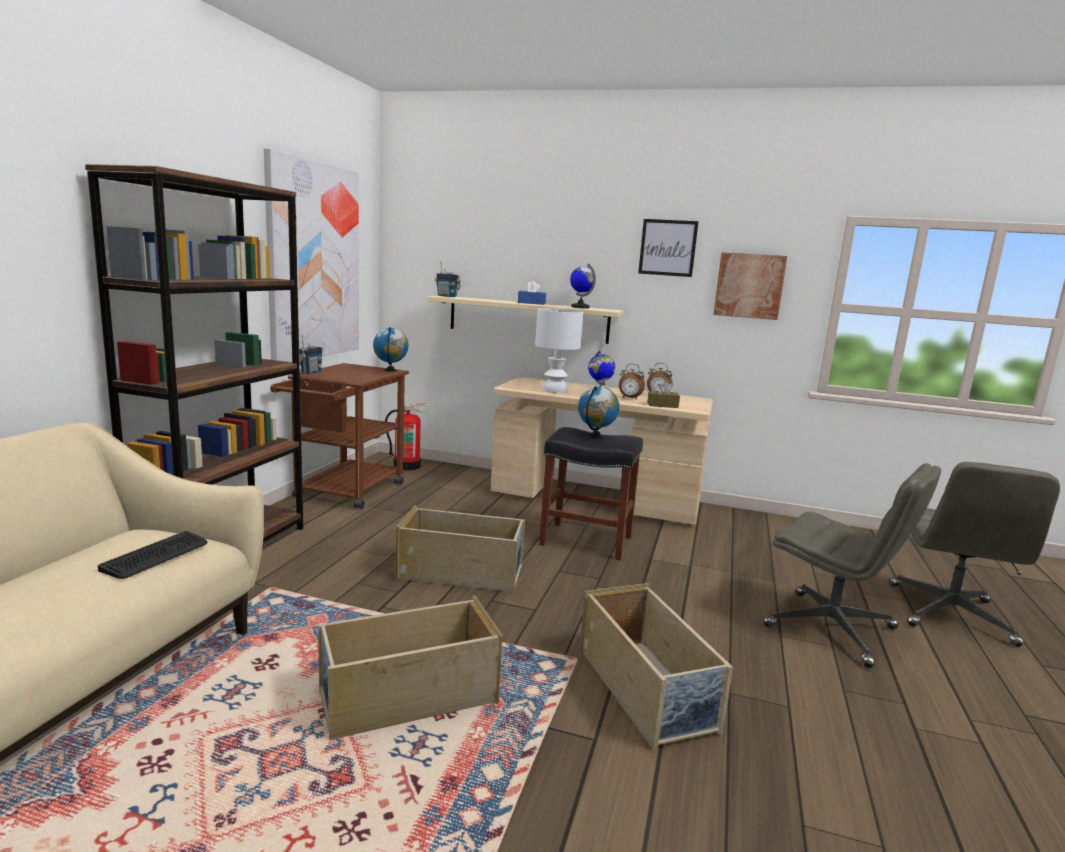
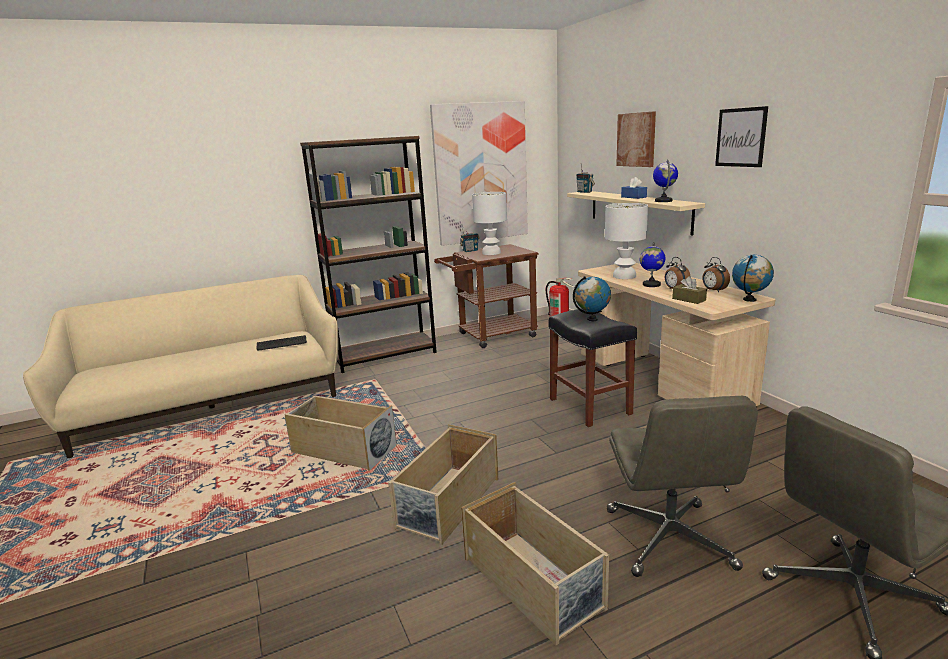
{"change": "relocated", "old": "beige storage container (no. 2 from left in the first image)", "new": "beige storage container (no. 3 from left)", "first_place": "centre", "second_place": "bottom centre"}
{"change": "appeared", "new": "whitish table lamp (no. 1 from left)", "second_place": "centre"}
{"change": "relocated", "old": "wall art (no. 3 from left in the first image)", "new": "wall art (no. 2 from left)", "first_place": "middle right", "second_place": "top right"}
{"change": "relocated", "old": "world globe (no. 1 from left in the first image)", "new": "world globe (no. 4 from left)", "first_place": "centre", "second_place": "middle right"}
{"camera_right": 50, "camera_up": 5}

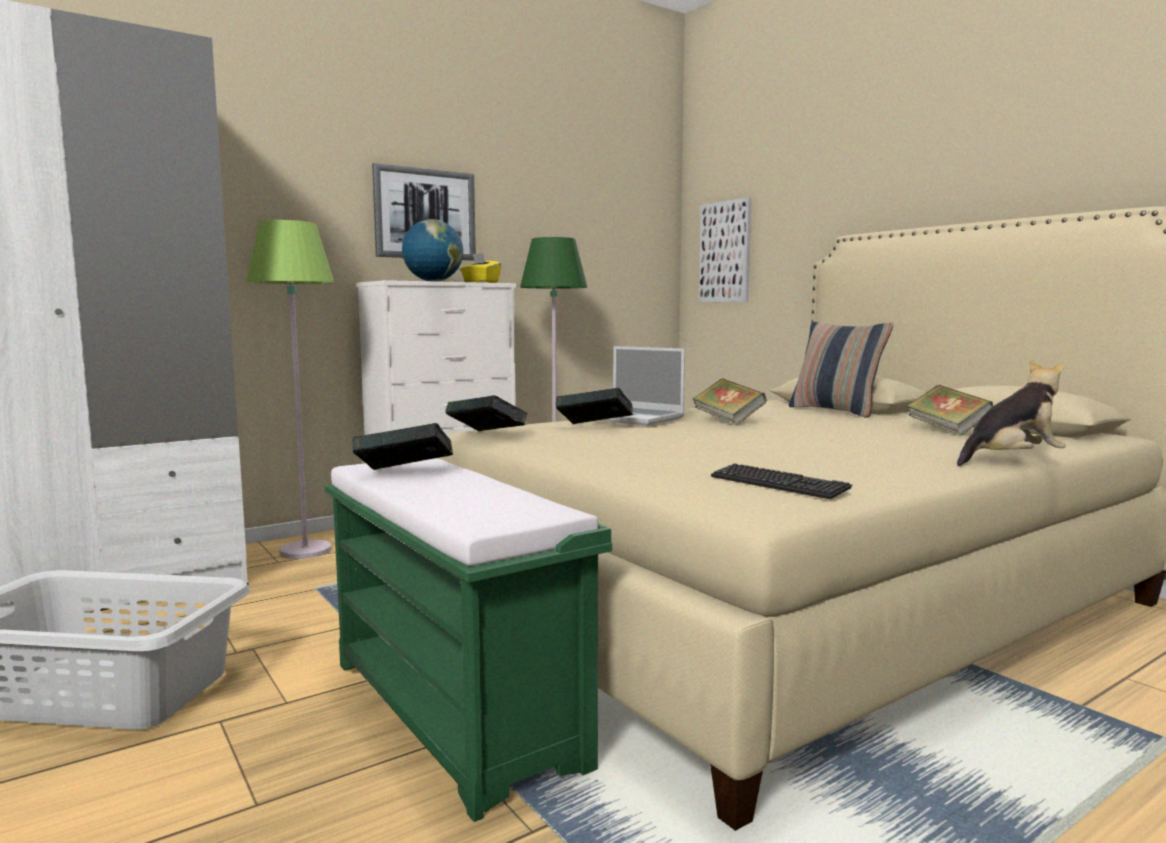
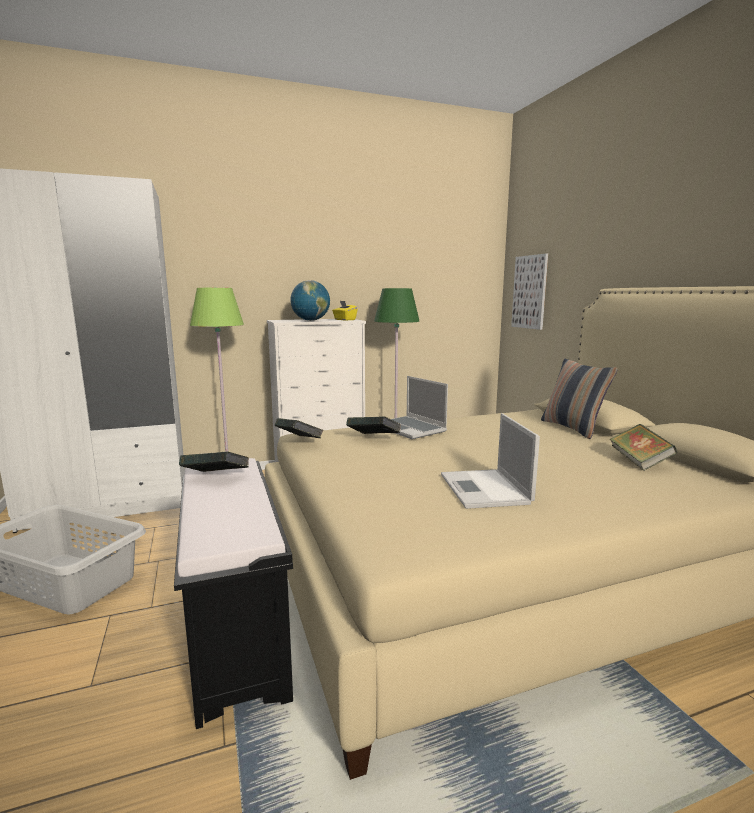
{"change": "colour", "old": "greenish indoor bench", "new": "blackish indoor bench", "first_place": "bottom centre", "second_place": "bottom left"}
{"change": "appeared", "new": "notebook computer (no. 2 from left)", "second_place": "centre"}
{"change": "missing", "old": "wall art (no. 1 from left)", "first_place": "top centre"}
{"change": "missing", "old": "volume (no. 4 from left)", "first_place": "centre"}
{"change": "missing", "old": "keyboard", "first_place": "middle right"}
{"change": "missing", "old": "cuddly toy", "first_place": "middle right"}
{"camera_right": 15, "camera_up": 5}

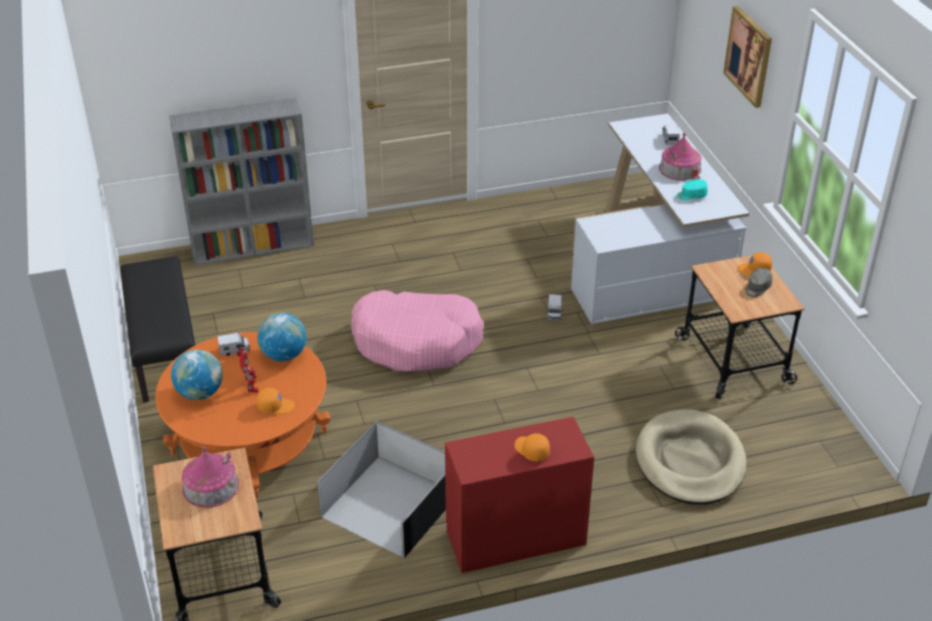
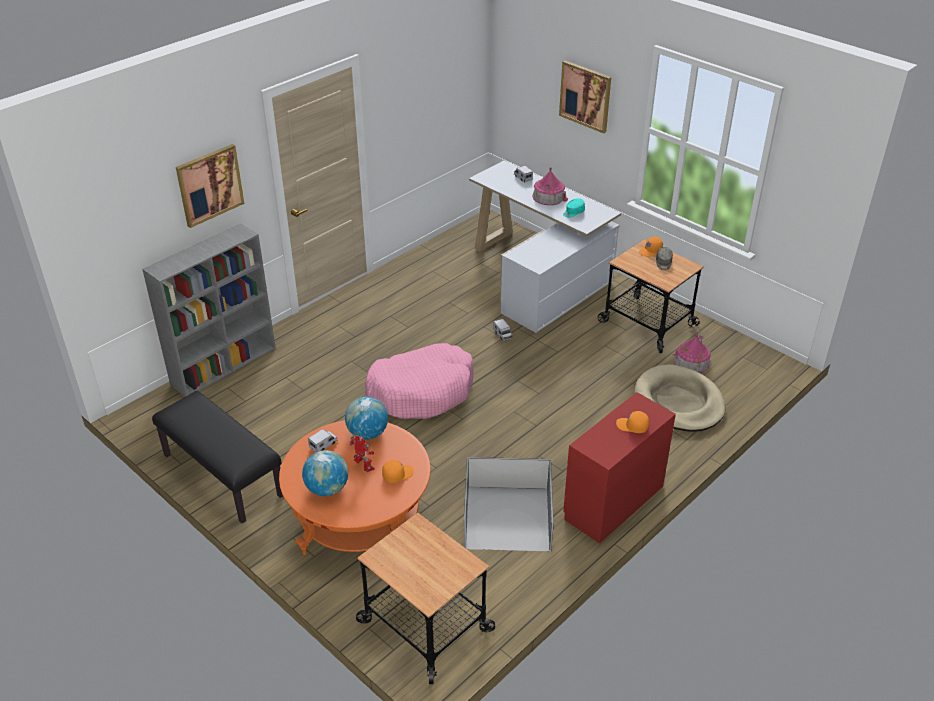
{"change": "appeared", "new": "wall art (no. 1 from left)", "second_place": "top left"}
{"change": "relocated", "old": "toy house (no. 1 from left in the first image)", "new": "toy house (no. 2 from left)", "first_place": "bottom left", "second_place": "middle right"}
{"camera_right": -30, "camera_up": 0}

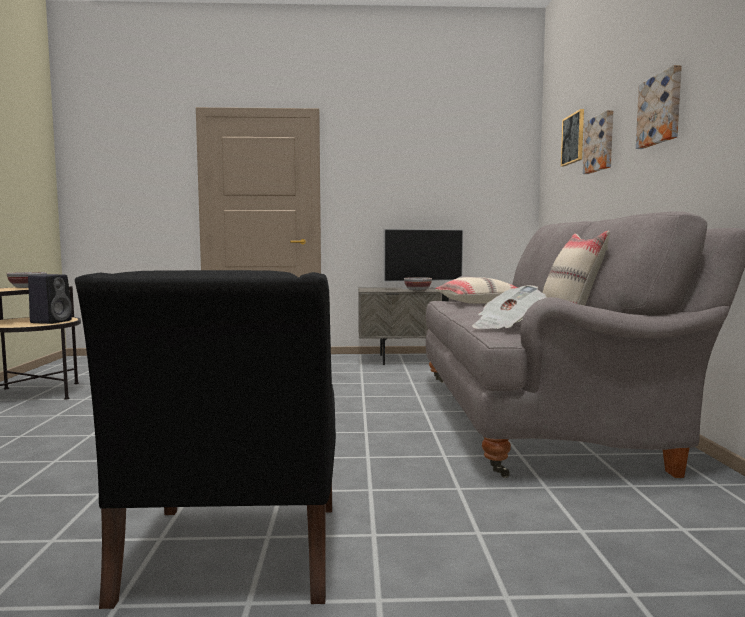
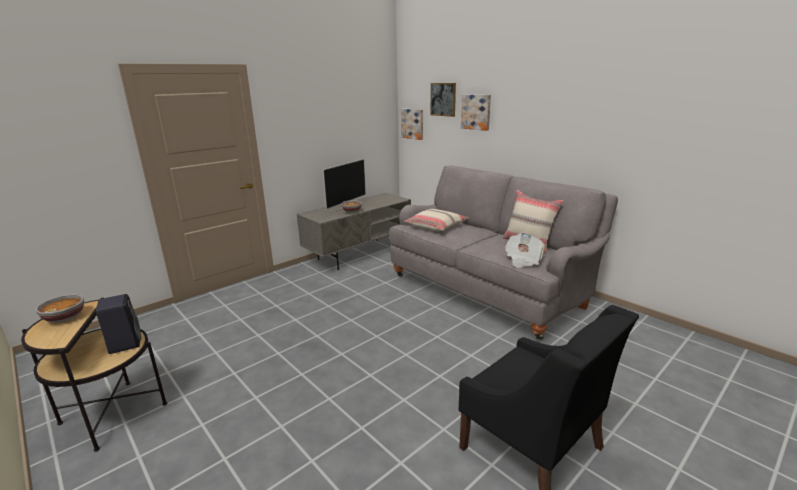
{"change": "relocated", "old": "wall art (no. 3 from left in the first image)", "new": "wall art (no. 1 from left)", "first_place": "top right", "second_place": "top centre"}
{"camera_right": -40, "camera_up": 15}

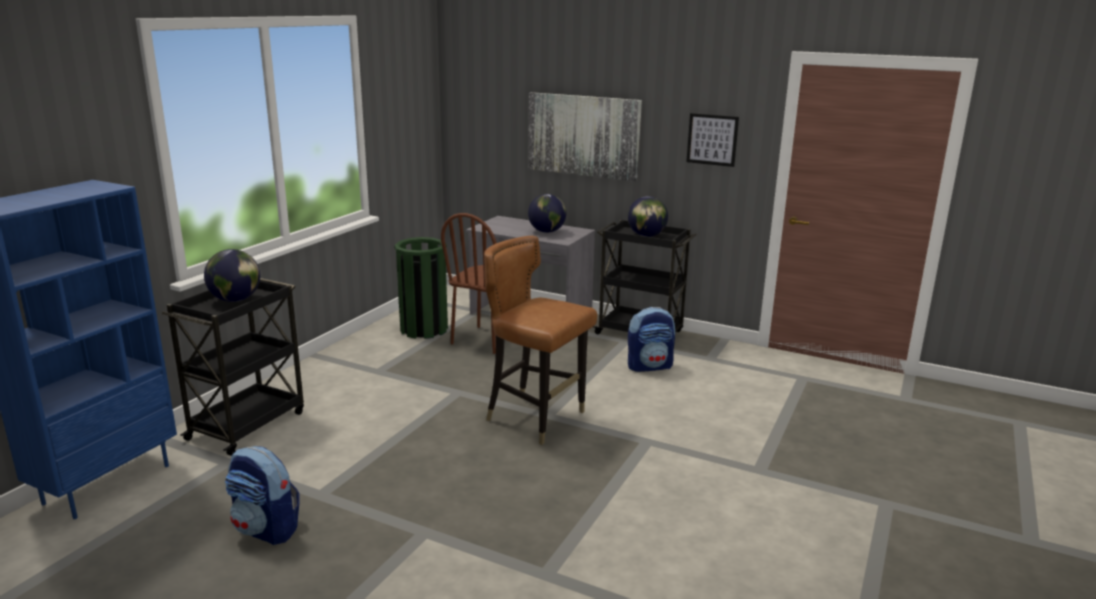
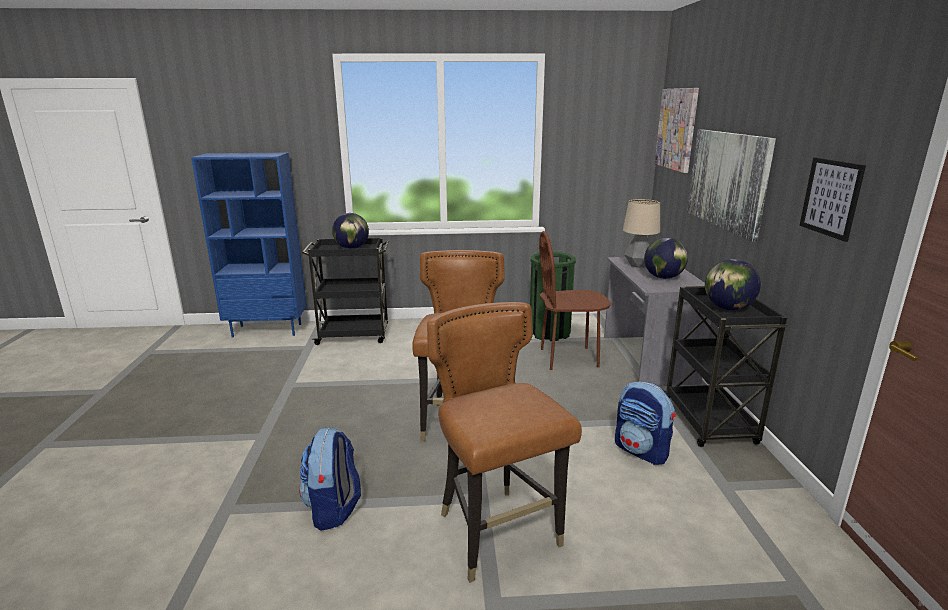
{"change": "relocated", "old": "rucksack (no. 1 from left)", "first_place": "bottom left", "second_place": "bottom centre"}
{"change": "appeared", "new": "brownish plain chair (no. 2 from left)", "second_place": "bottom centre"}
{"change": "appeared", "new": "table lamp", "second_place": "middle right"}
{"change": "appeared", "new": "wall art (no. 1 from left)", "second_place": "top right"}
{"camera_right": 60, "camera_up": 0}

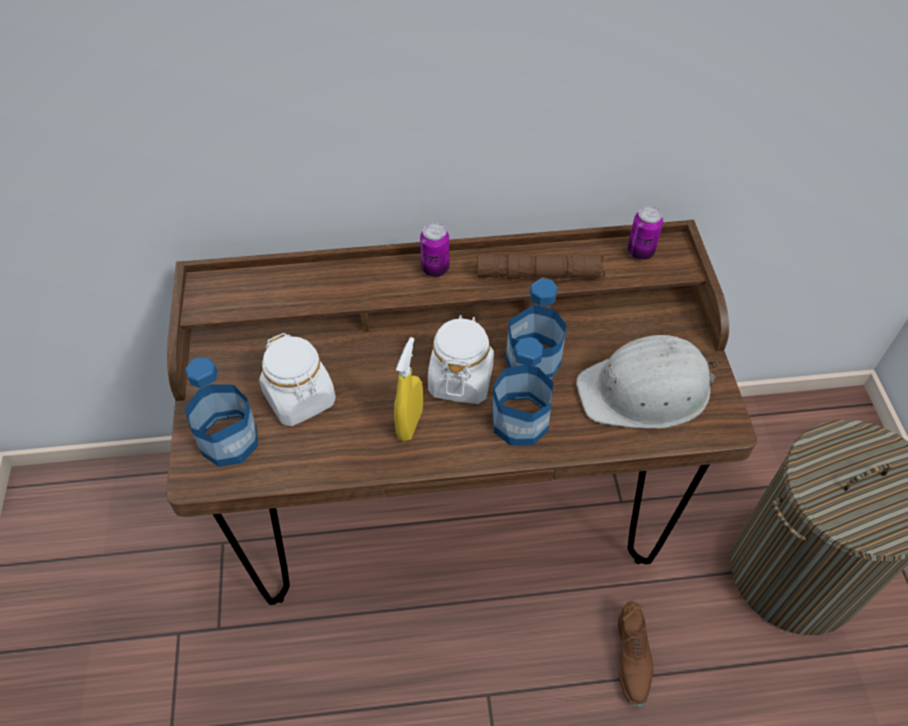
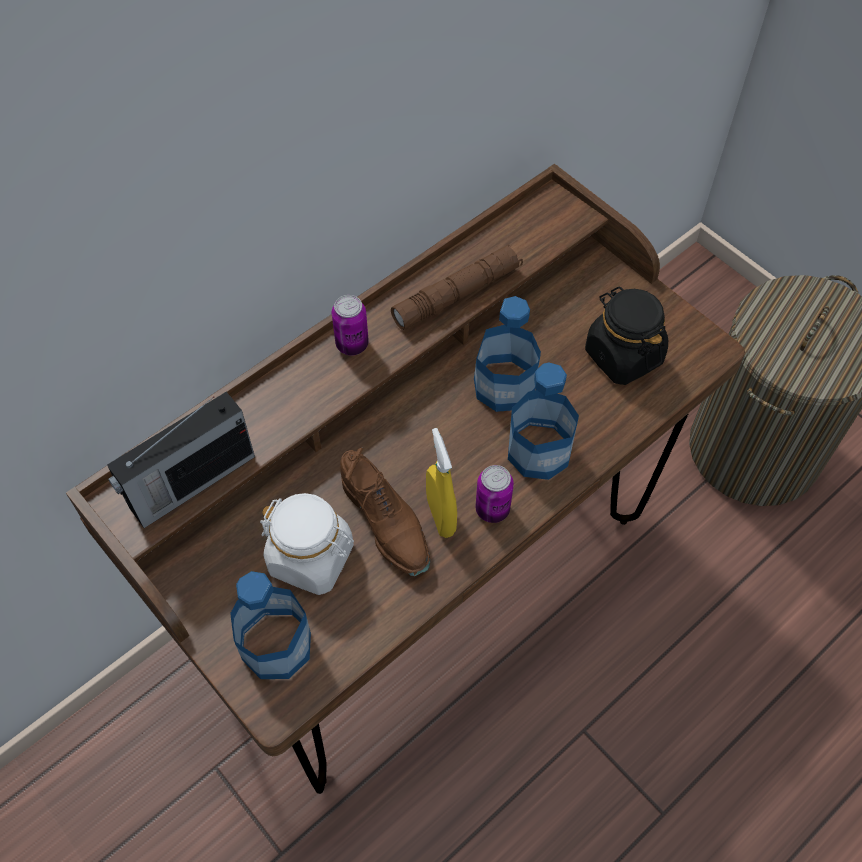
{"change": "appeared", "new": "radio receiver", "second_place": "middle left"}
{"change": "relocated", "old": "brownish shoe", "first_place": "bottom right", "second_place": "centre"}
{"change": "relocated", "old": "can (no. 2 from left)", "first_place": "top right", "second_place": "centre"}
{"change": "exchanged", "old": "whitish safety helmet", "new": "blackish jar", "first_place": "middle right", "second_place": "middle right"}
{"change": "missing", "old": "whitish jar (no. 2 from left)", "first_place": "centre"}
{"camera_right": -35, "camera_up": 5}

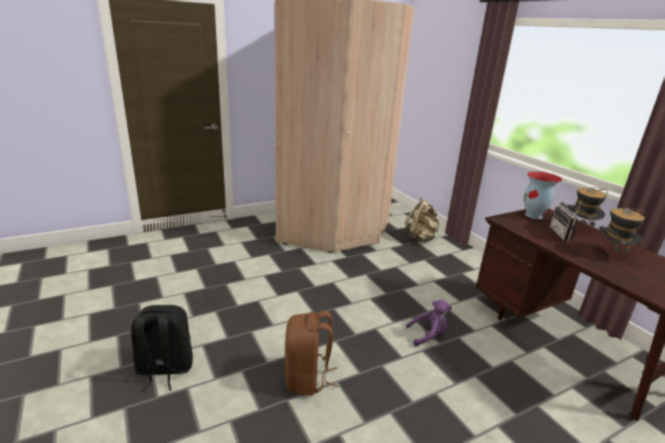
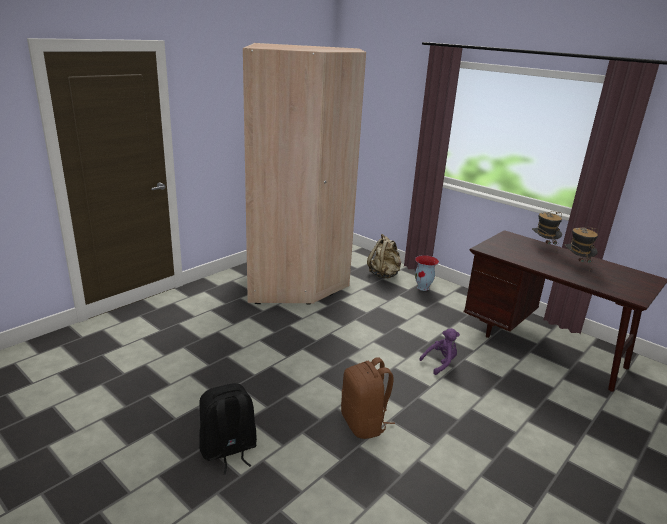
{"change": "relocated", "old": "vase", "first_place": "middle right", "second_place": "centre"}
{"change": "missing", "old": "radio receiver", "first_place": "middle right"}
{"camera_right": -20, "camera_up": 0}

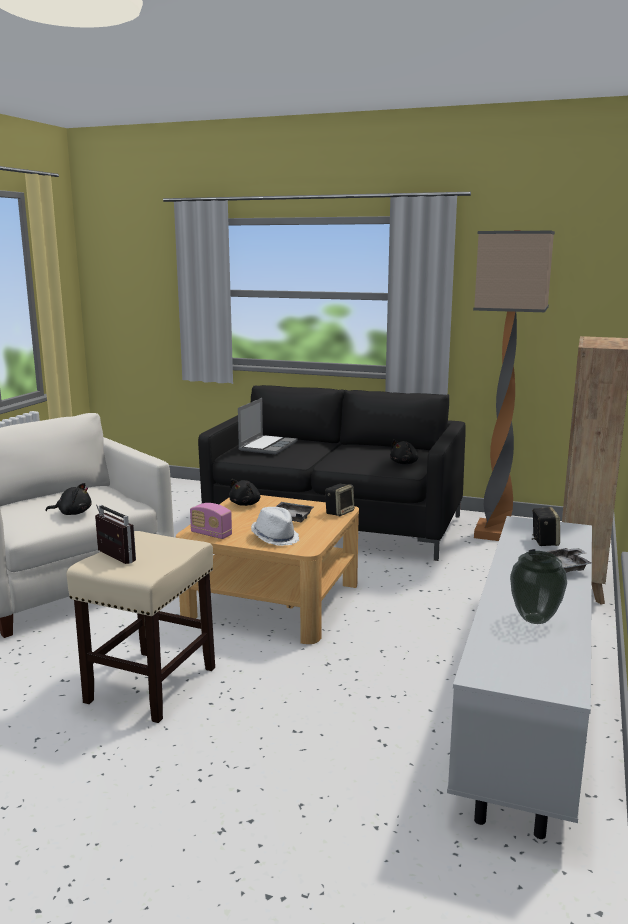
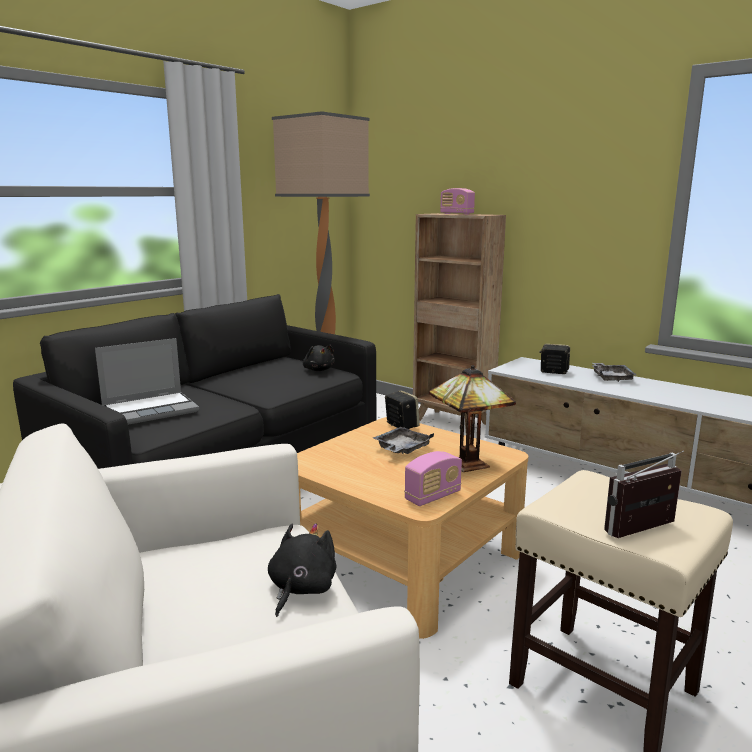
{"change": "spun", "old": "notebook computer", "first_place": "centre", "second_place": "middle left", "degrees": 105}
{"change": "exchanged", "old": "whitish clothing hat", "new": "table lamp", "first_place": "centre", "second_place": "centre"}
{"change": "appeared", "new": "radio receiver (no. 2 from left)", "second_place": "top centre"}
{"change": "missing", "old": "blackish cuddly toy (no. 2 from left)", "first_place": "centre"}
{"change": "missing", "old": "vase", "first_place": "middle right"}
{"camera_right": -70, "camera_up": 0}

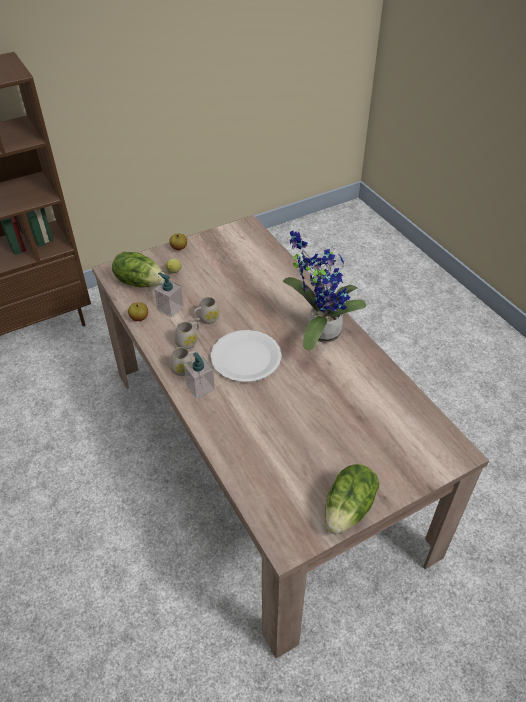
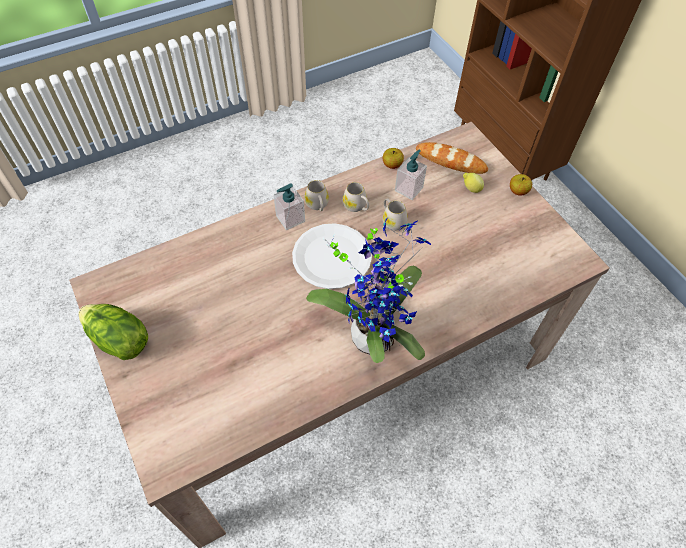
{"change": "exchanged", "old": "lettuce (no. 1 from left)", "new": "baked bread", "first_place": "middle left", "second_place": "top centre"}
{"camera_right": 90, "camera_up": 10}

